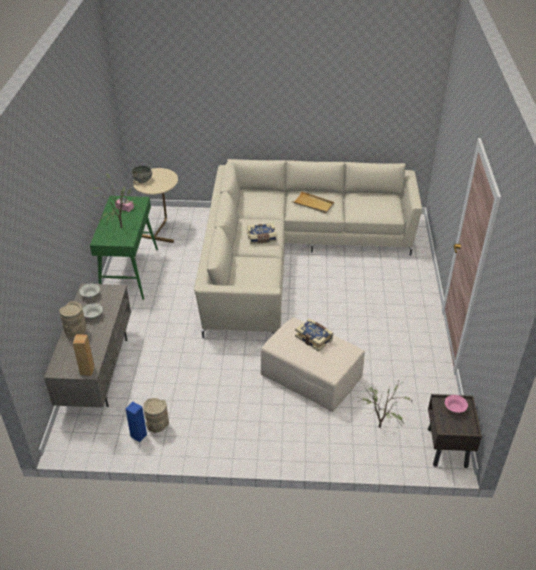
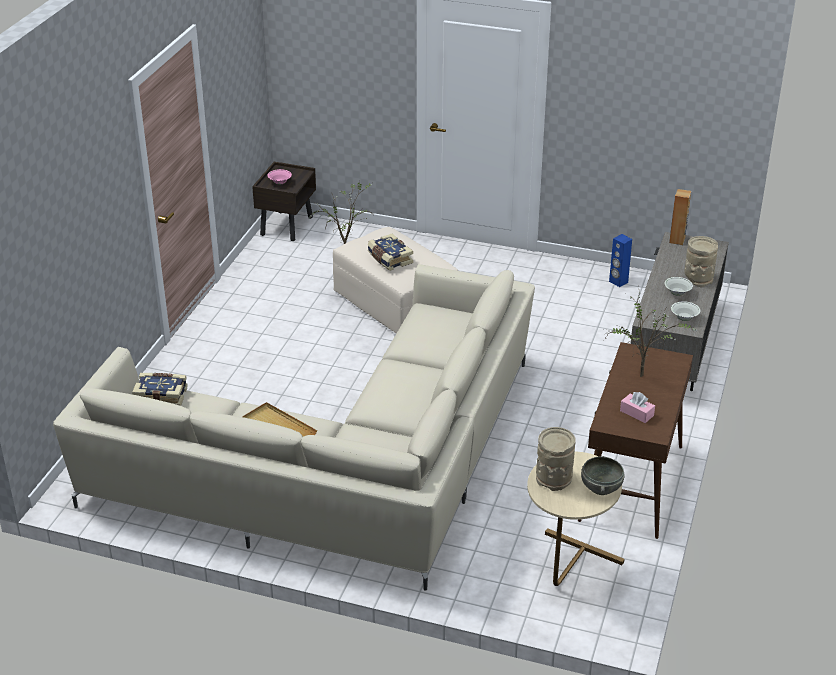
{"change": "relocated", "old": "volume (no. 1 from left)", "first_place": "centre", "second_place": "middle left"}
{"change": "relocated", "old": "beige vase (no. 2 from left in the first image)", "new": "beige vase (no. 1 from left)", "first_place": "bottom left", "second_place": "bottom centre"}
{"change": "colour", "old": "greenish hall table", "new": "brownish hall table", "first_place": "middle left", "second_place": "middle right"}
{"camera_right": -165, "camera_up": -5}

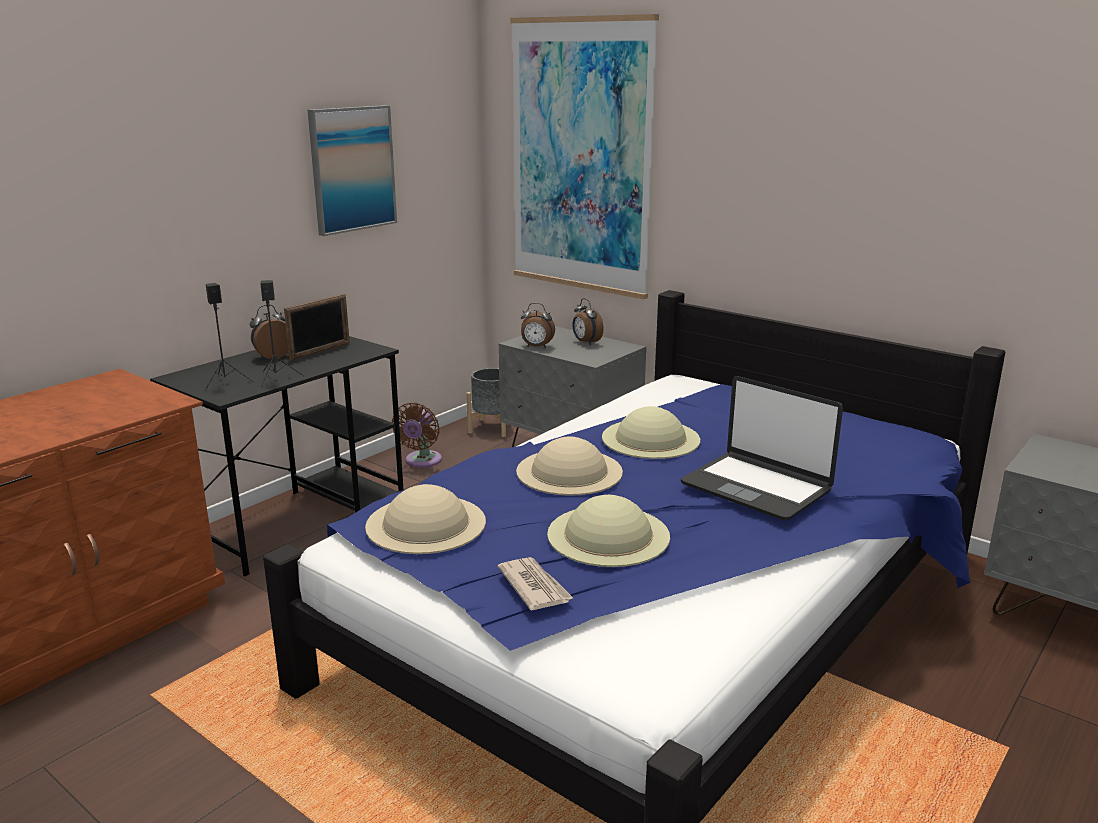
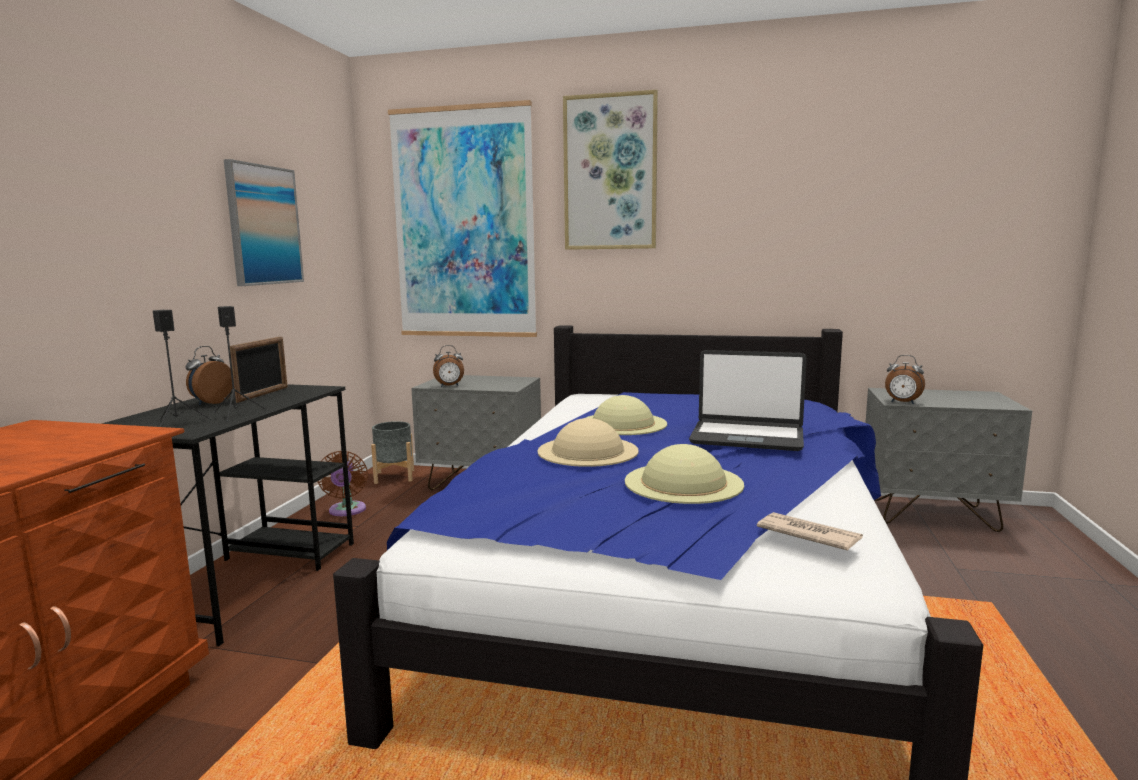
{"change": "appeared", "new": "wall art (no. 3 from left)", "second_place": "top centre"}
{"change": "relocated", "old": "daily paper", "first_place": "bottom centre", "second_place": "bottom right"}
{"change": "relocated", "old": "table clock (no. 3 from left)", "first_place": "centre", "second_place": "middle right"}
{"change": "missing", "old": "beige clothing hat (no. 1 from left)", "first_place": "centre"}
{"camera_right": -25, "camera_up": -10}

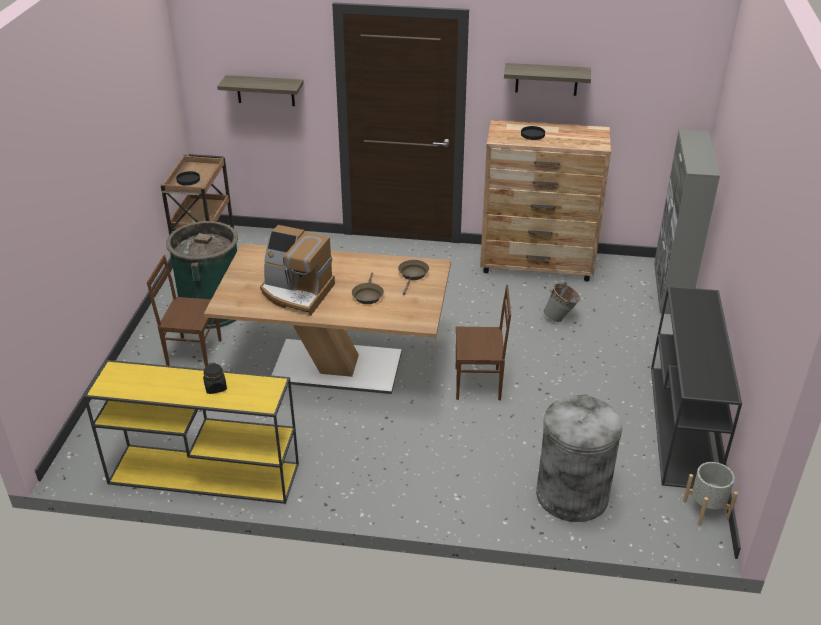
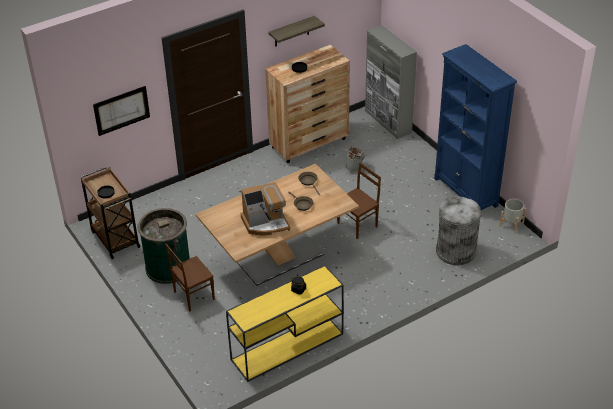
{"change": "exchanged", "old": "shelf (no. 1 from left)", "new": "wall art", "first_place": "top left", "second_place": "top left"}
{"change": "exchanged", "old": "blackish hall table", "new": "bluish bookcase", "first_place": "middle right", "second_place": "top right"}
{"camera_right": -40, "camera_up": 5}

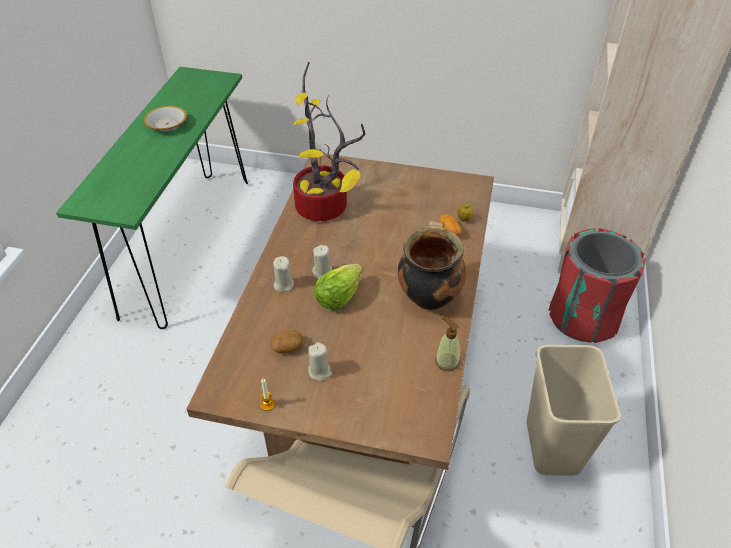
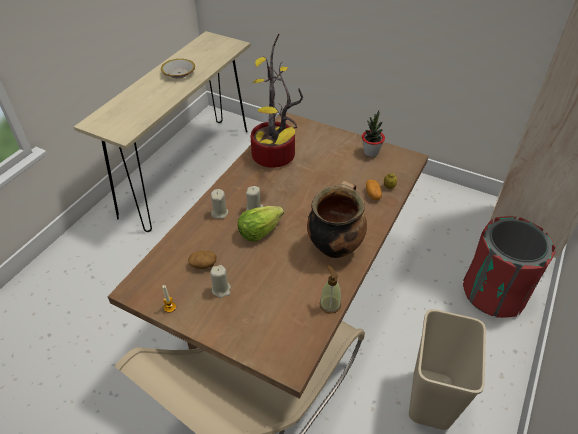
{"change": "colour", "old": "greenish hall table", "new": "beige hall table", "first_place": "middle left", "second_place": "top left"}
{"change": "appeared", "new": "houseplant (no. 2 from left)", "second_place": "top centre"}
{"camera_right": 15, "camera_up": 0}

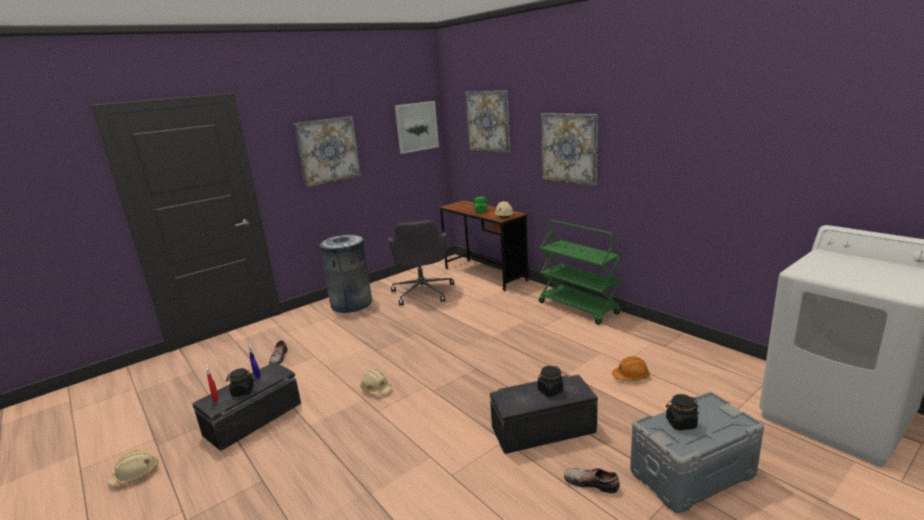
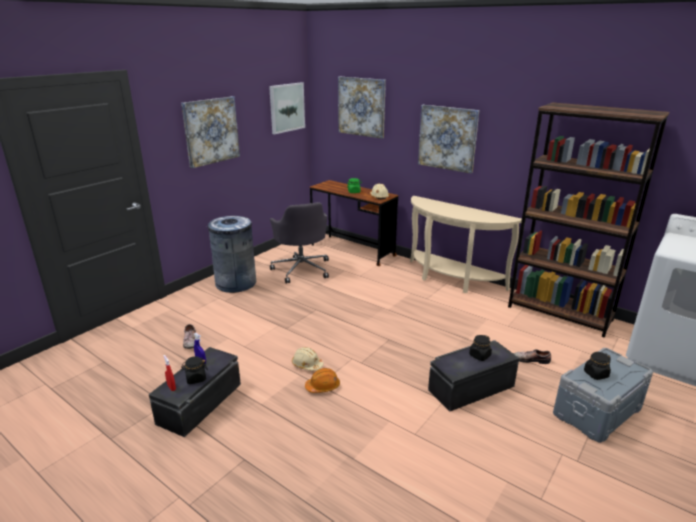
{"change": "relocated", "old": "orange-coloured safety helmet", "first_place": "bottom right", "second_place": "bottom centre"}
{"change": "exchanged", "old": "greenish trolley", "new": "beige hall table", "first_place": "centre", "second_place": "middle right"}
{"change": "appeared", "new": "brownish bookcase", "second_place": "middle right"}
{"change": "relocated", "old": "shoe (no. 2 from left)", "first_place": "bottom centre", "second_place": "bottom right"}
{"change": "missing", "old": "beige safety helmet (no. 1 from left)", "first_place": "bottom left"}
{"camera_right": -15, "camera_up": 5}

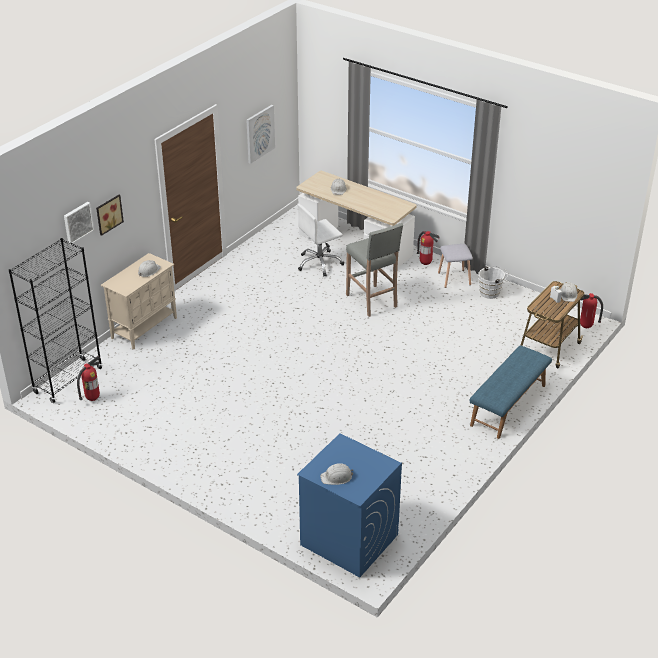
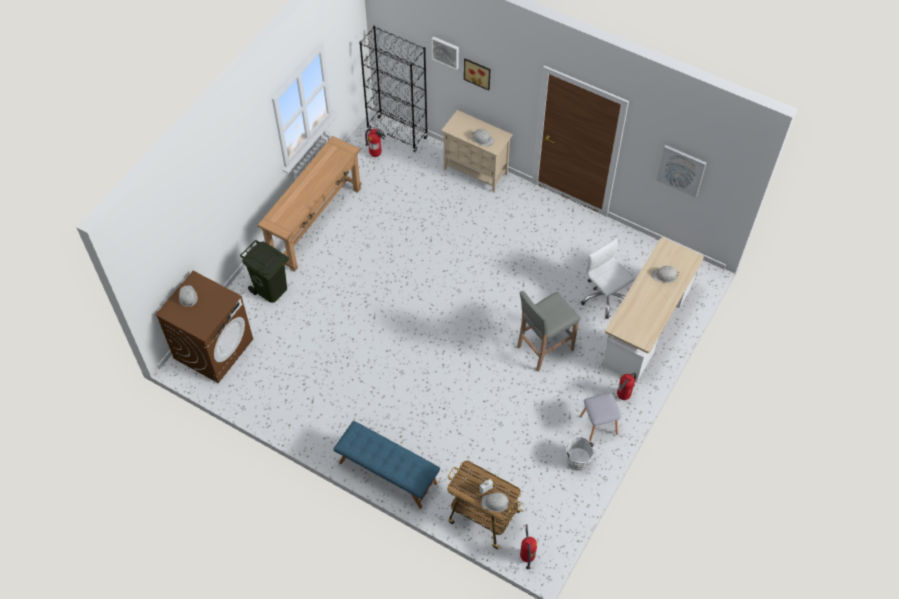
{"change": "colour", "old": "bluish washing machine", "new": "brownish washing machine", "first_place": "bottom centre", "second_place": "middle left"}
{"change": "appeared", "new": "greenish rubbish bin", "second_place": "middle left"}
{"change": "appeared", "new": "brownish hall table", "second_place": "centre"}
{"camera_right": 85, "camera_up": 20}

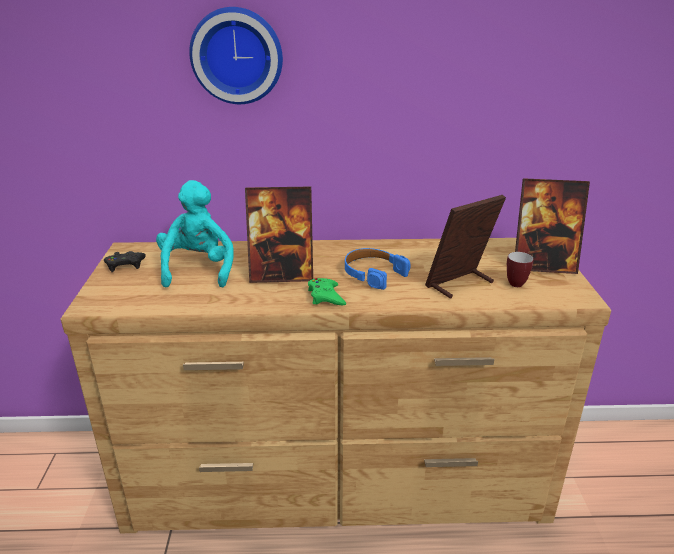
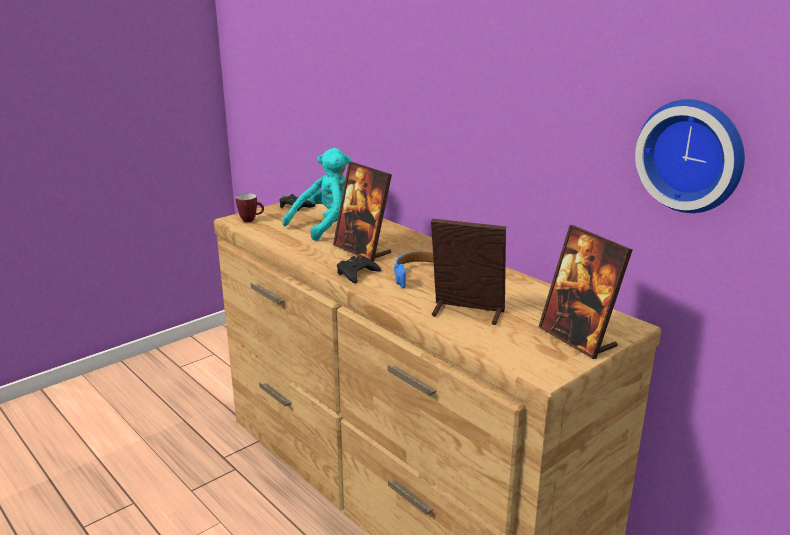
{"change": "relocated", "old": "coffee mug", "first_place": "middle right", "second_place": "middle left"}
{"change": "colour", "old": "greenish game controller", "new": "blackish game controller (no. 2 from left)", "first_place": "centre", "second_place": "centre"}
{"change": "relocated", "old": "wall clock", "first_place": "top centre", "second_place": "top right"}
{"camera_right": 50, "camera_up": -5}

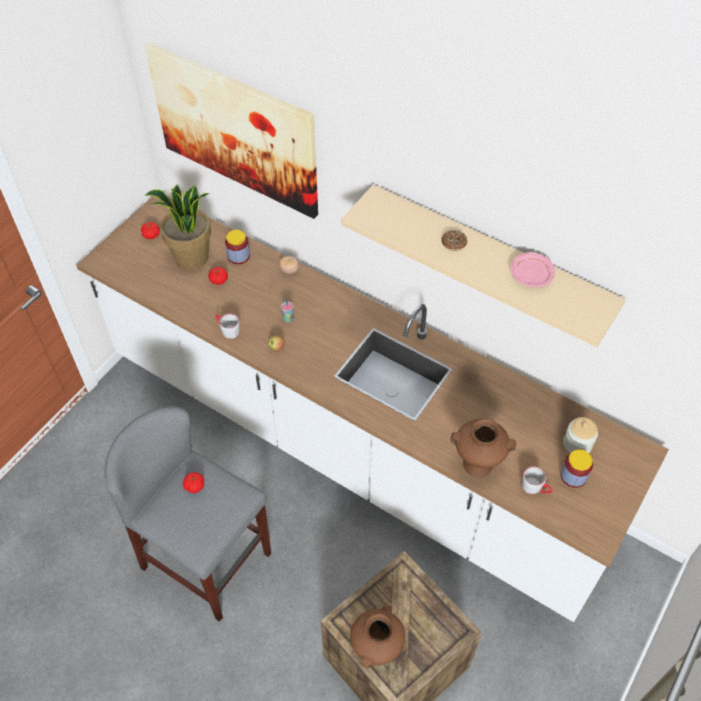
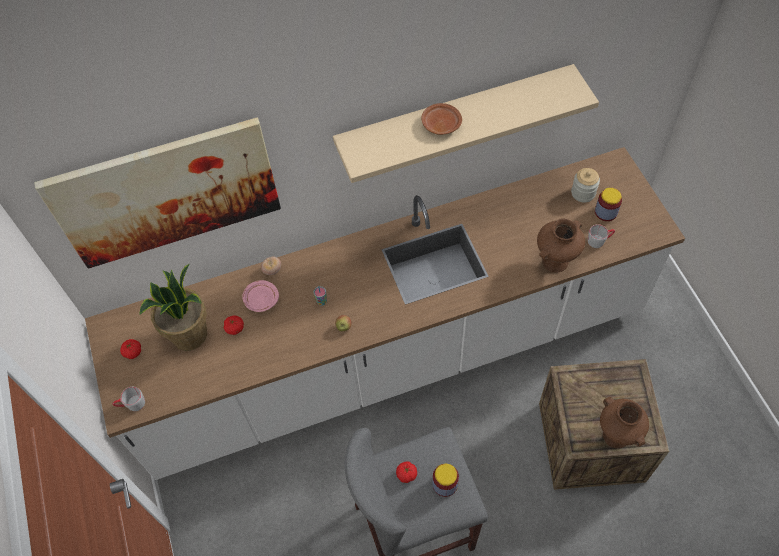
{"change": "relocated", "old": "greyish coffee mug (no. 1 from left)", "first_place": "middle left", "second_place": "bottom left"}
{"change": "relocated", "old": "pink plate", "first_place": "middle right", "second_place": "centre"}
{"change": "exchanged", "old": "doughnut", "new": "brownish plate", "first_place": "centre", "second_place": "top centre"}
{"change": "relocated", "old": "jar (no. 1 from left)", "first_place": "centre", "second_place": "bottom centre"}
{"camera_right": -50, "camera_up": 5}

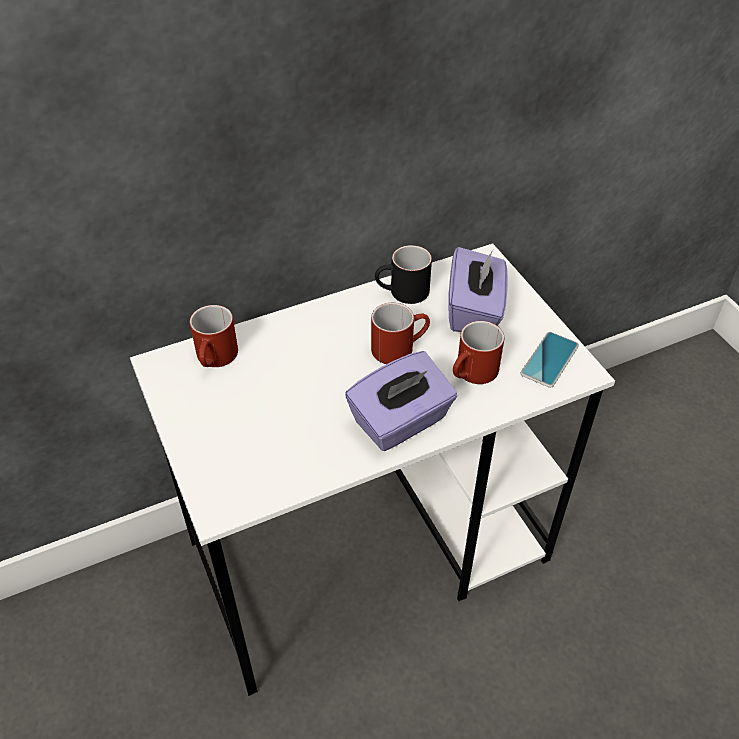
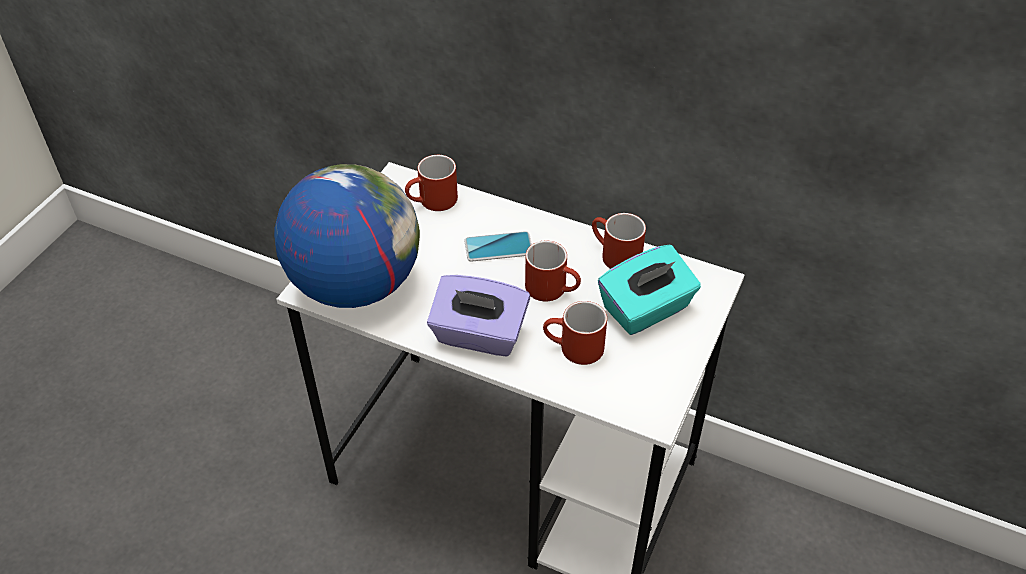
{"change": "appeared", "new": "world globe", "second_place": "centre"}
{"change": "relocated", "old": "phone", "first_place": "middle right", "second_place": "centre"}
{"change": "colour", "old": "blackish coffee mug", "new": "red coffee mug (no. 4 from left)", "first_place": "centre", "second_place": "centre"}
{"change": "colour", "old": "purplish box of tissues (no. 2 from left)", "new": "blue-green box of tissues", "first_place": "centre", "second_place": "centre"}
{"camera_right": 50, "camera_up": 0}

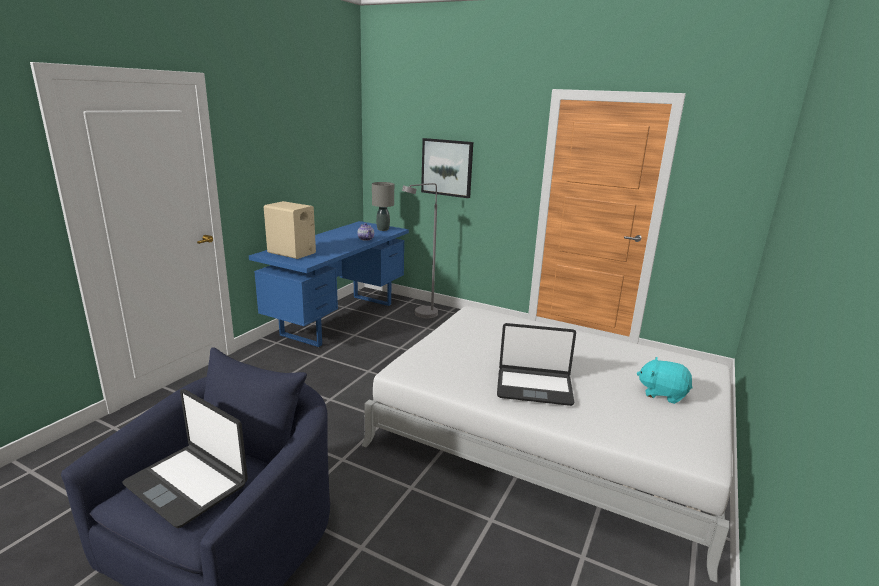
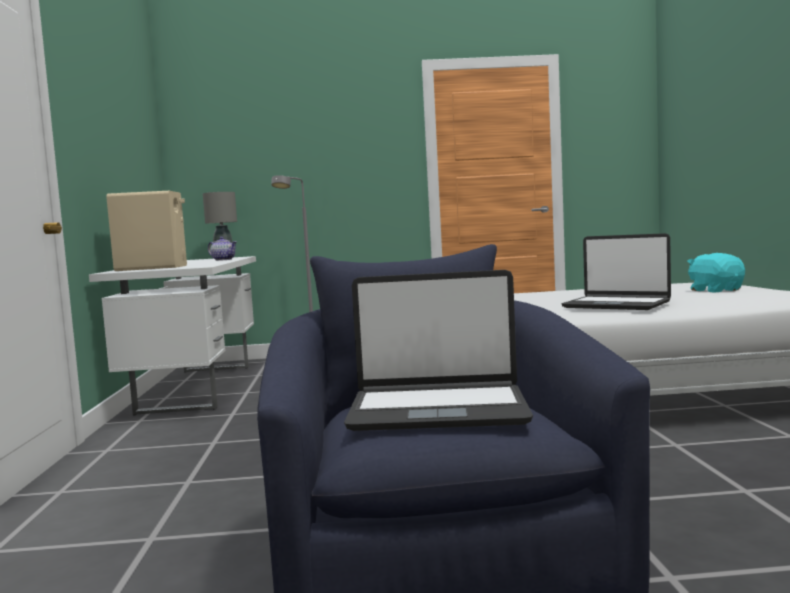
{"change": "colour", "old": "bluish desk unit", "new": "whitish desk unit", "first_place": "centre", "second_place": "middle left"}
{"change": "spun", "old": "notebook computer (no. 2 from left)", "first_place": "centre", "second_place": "middle right", "degrees": 60}
{"change": "spun", "old": "blue-green cuddly toy", "first_place": "middle right", "second_place": "middle right", "degrees": 75}
{"change": "missing", "old": "wall art", "first_place": "top centre"}
{"camera_right": -30, "camera_up": -15}

